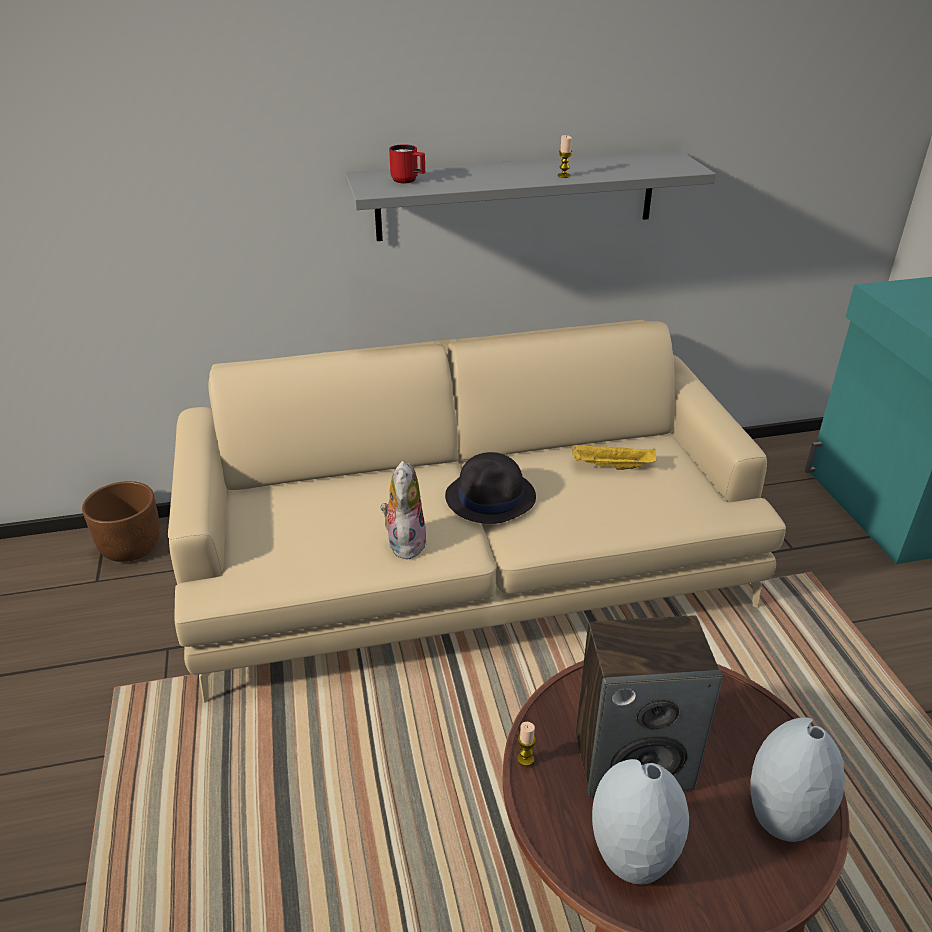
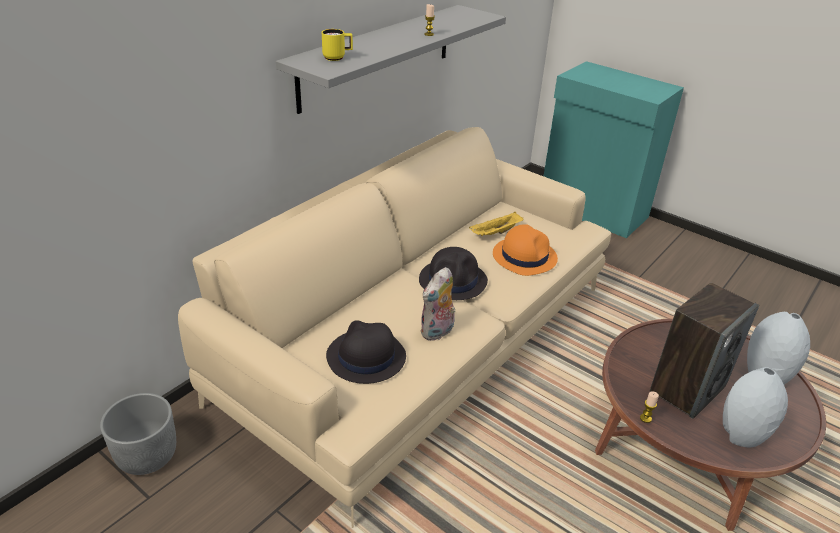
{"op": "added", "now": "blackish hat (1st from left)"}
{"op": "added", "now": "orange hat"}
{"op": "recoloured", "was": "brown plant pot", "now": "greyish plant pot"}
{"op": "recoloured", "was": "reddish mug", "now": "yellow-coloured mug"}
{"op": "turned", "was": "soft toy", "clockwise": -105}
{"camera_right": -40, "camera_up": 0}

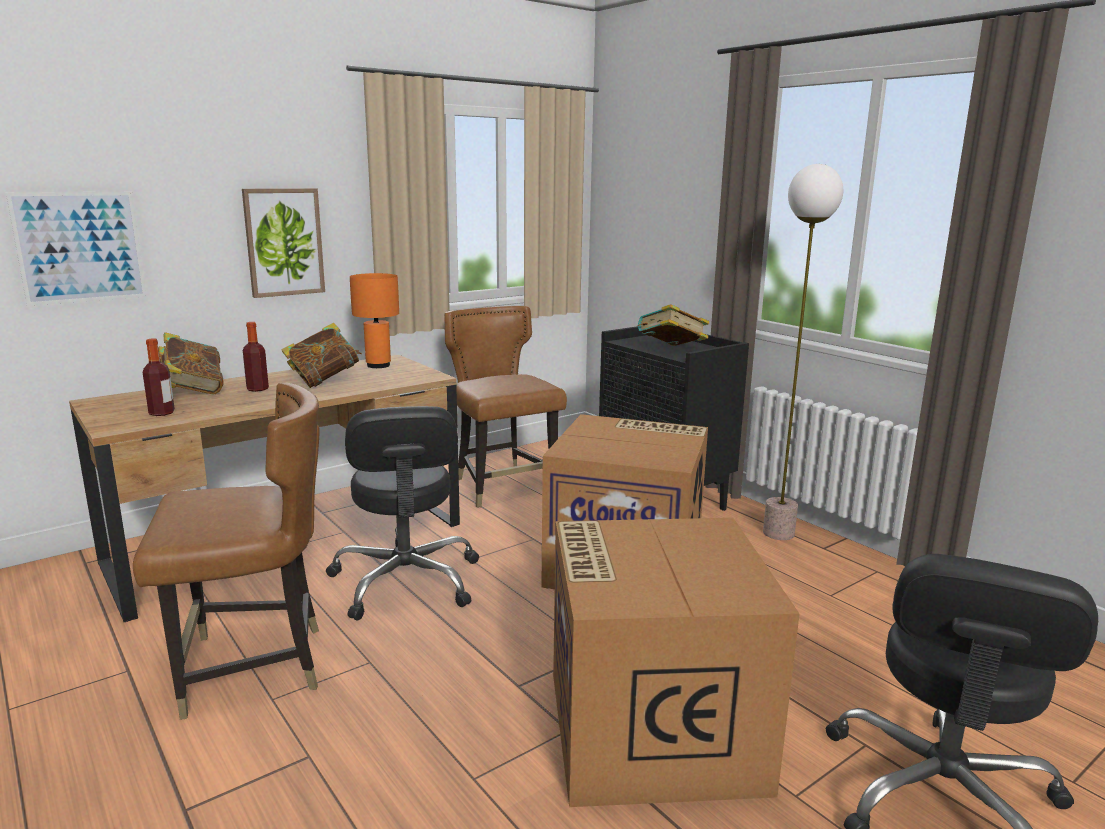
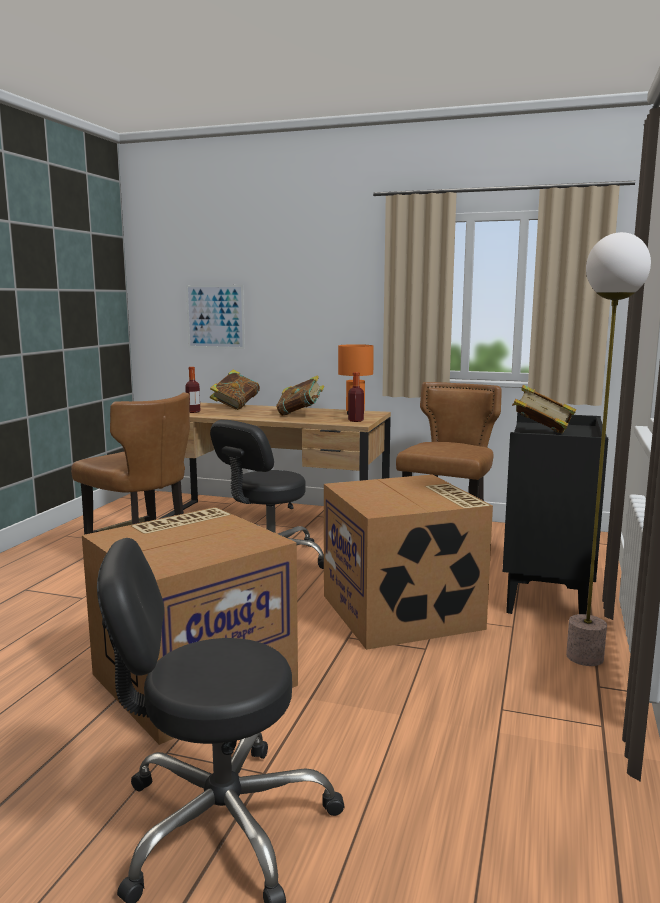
{"op": "removed", "was": "picture (2nd from left)"}
{"op": "moved", "was": "drink bottle (2nd from left)"}
{"camera_right": 55, "camera_up": -5}

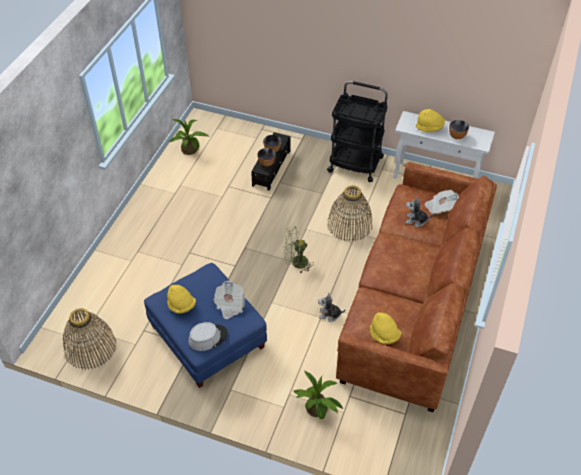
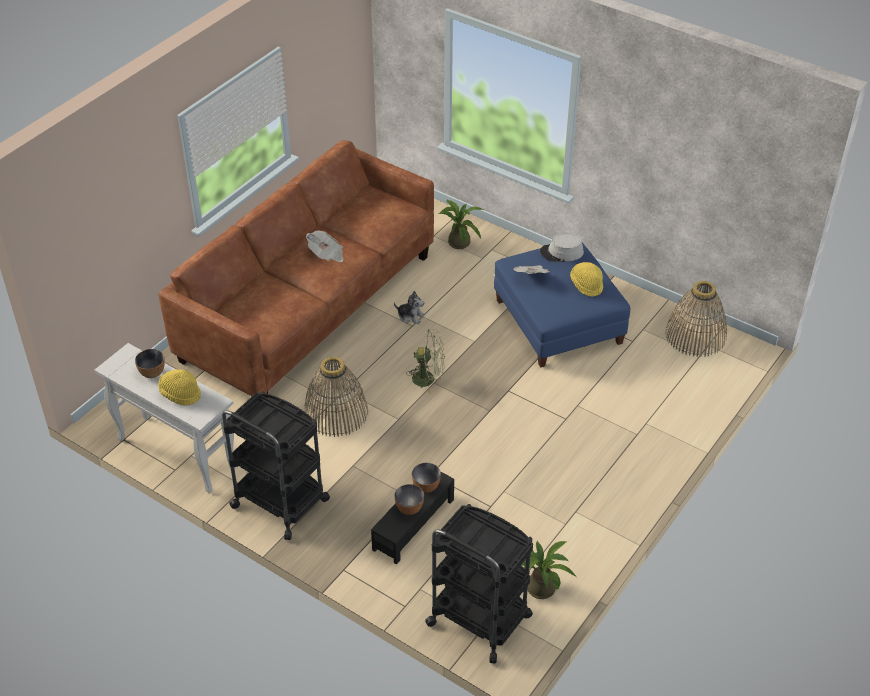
{"op": "removed", "was": "yellow-coloured hat (2nd from left)"}
{"op": "removed", "was": "soft toy (2nd from left)"}
{"op": "added", "now": "blackish wheeled cart (2nd from left)"}
{"op": "moved", "was": "printed paper (2nd from left in the first image)", "now": "printed paper (1st from left)"}
{"camera_right": -165, "camera_up": -5}

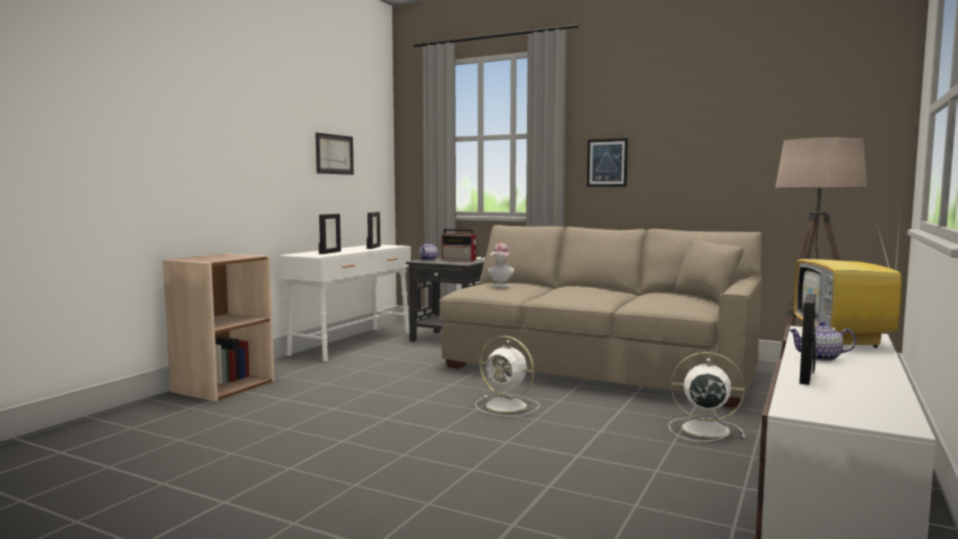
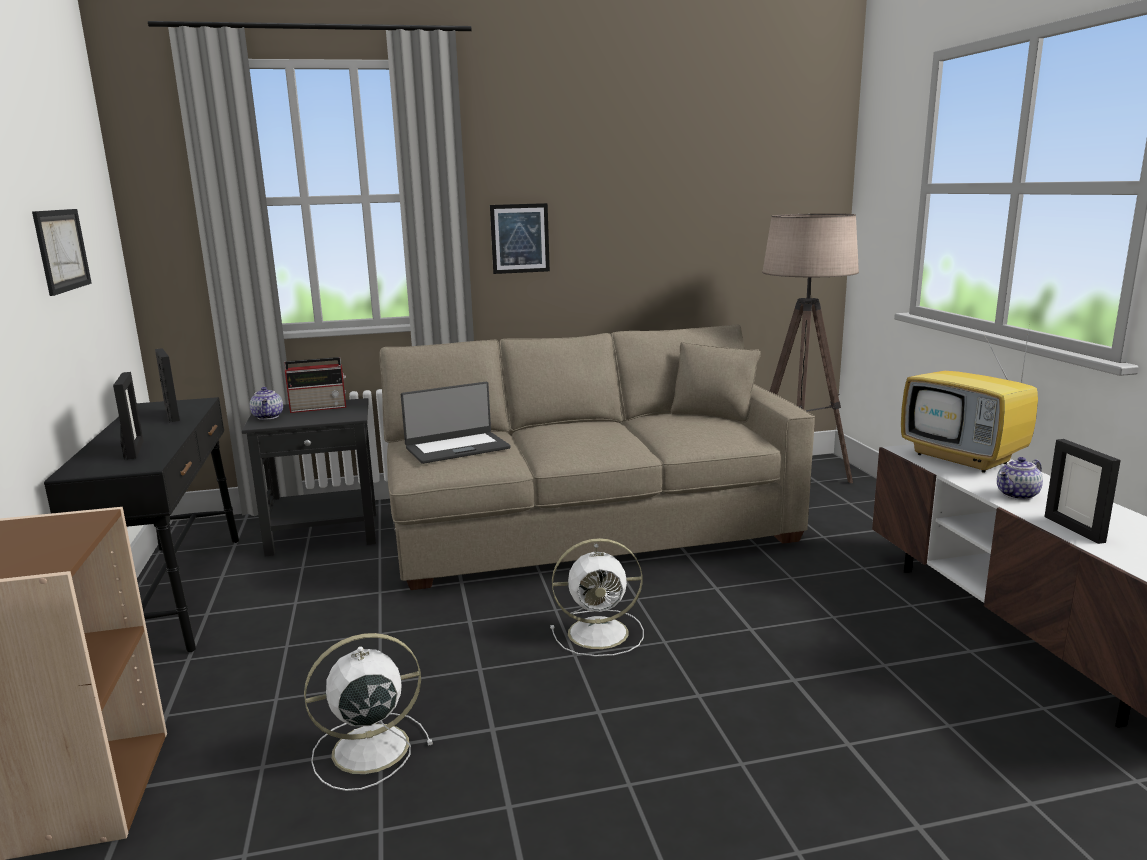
{"op": "moved", "was": "white electric fan (2nd from left in the first image)", "now": "white electric fan (1st from left)"}
{"op": "replaced", "was": "hat", "now": "portable computer"}
{"op": "recoloured", "was": "white narrow table", "now": "blackish narrow table"}
{"camera_right": -40, "camera_up": 10}

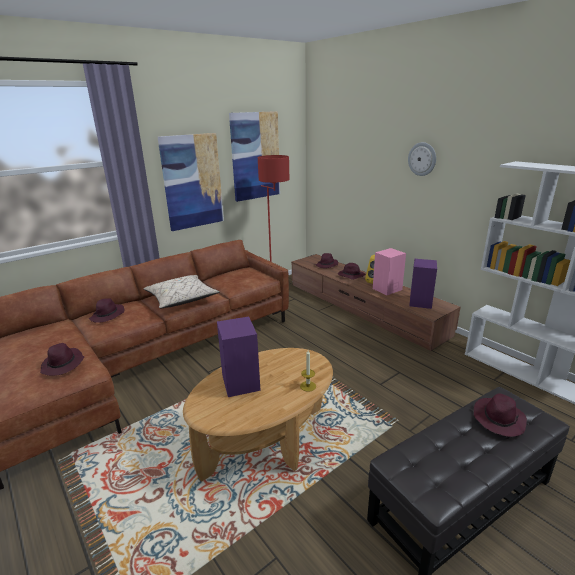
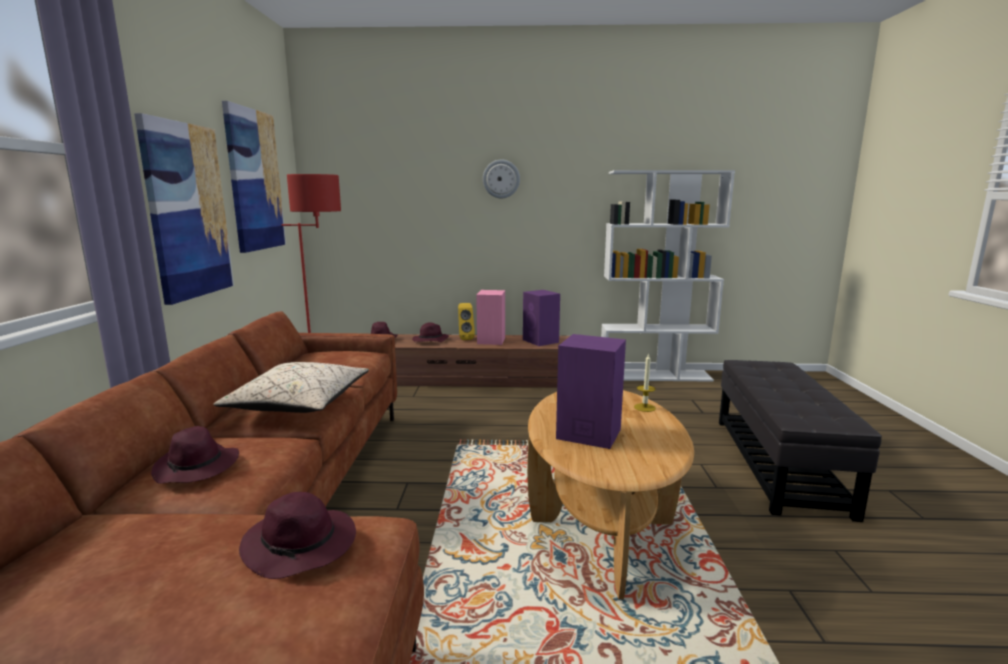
{"op": "removed", "was": "purple hat (5th from left)"}
{"camera_right": -50, "camera_up": -10}

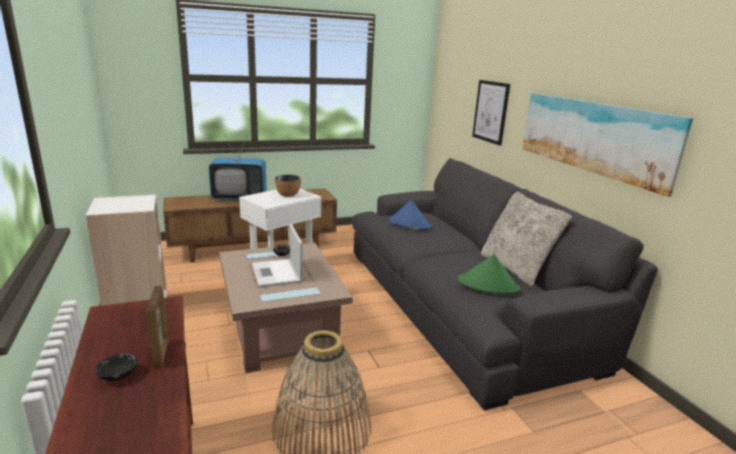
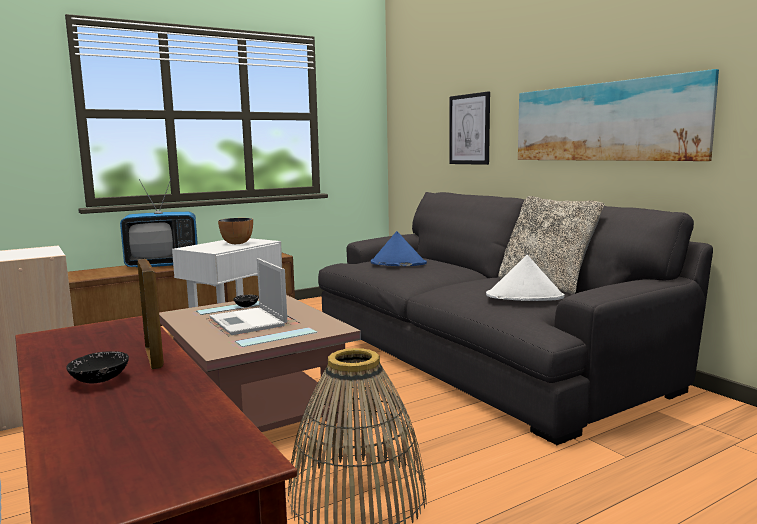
{"op": "recoloured", "was": "green hat", "now": "white hat"}
{"camera_right": -10, "camera_up": -10}

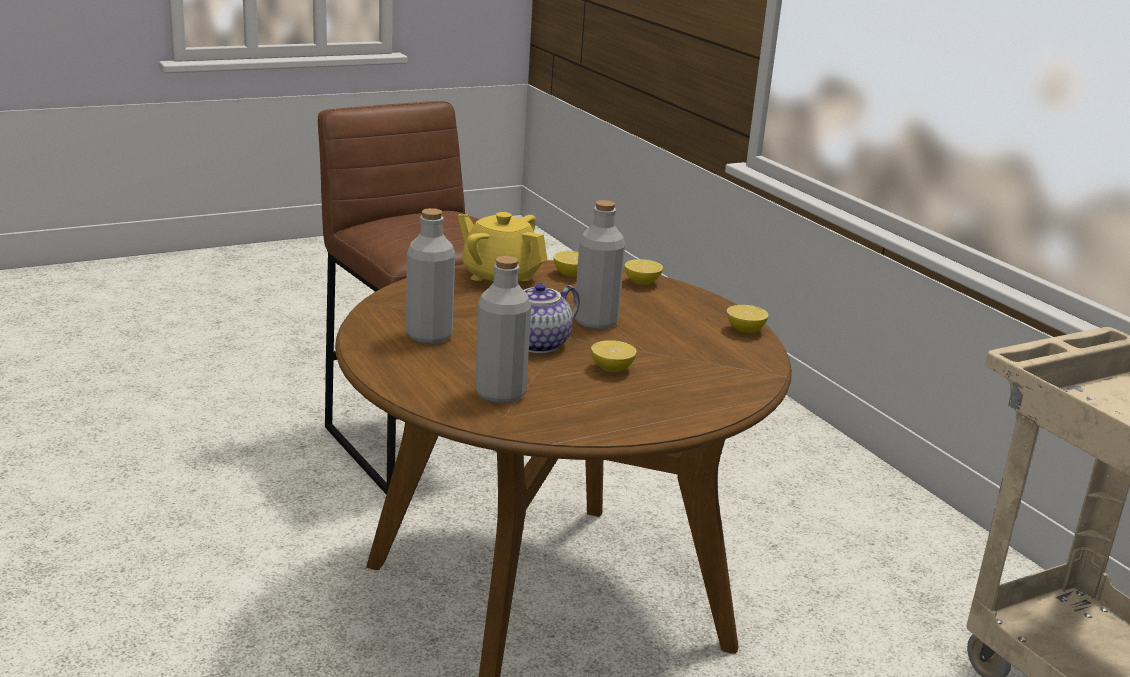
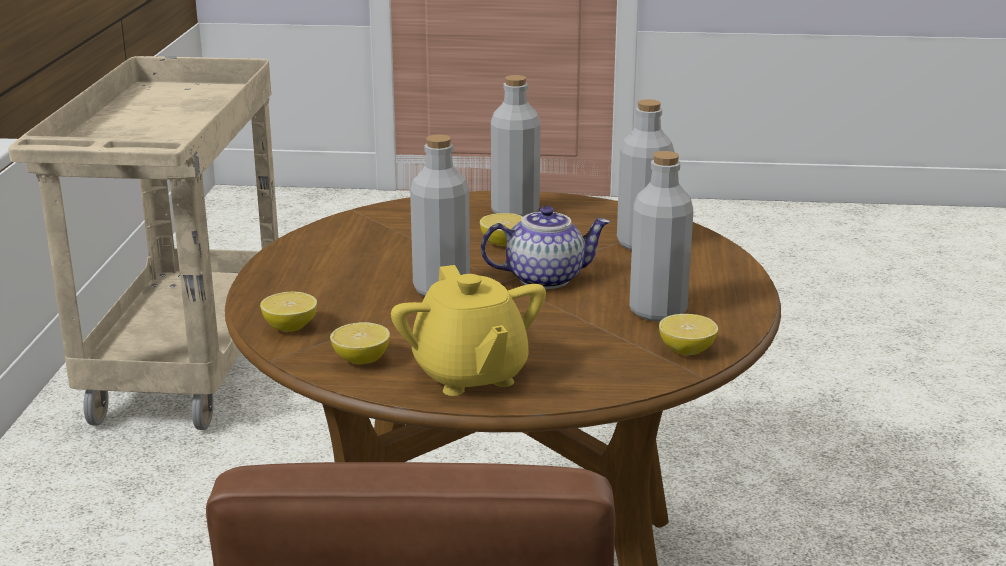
{"op": "added", "now": "greyish drink bottle (2nd from left)"}
{"op": "moved", "was": "citrus fruit (4th from left)"}
{"camera_right": -145, "camera_up": 0}

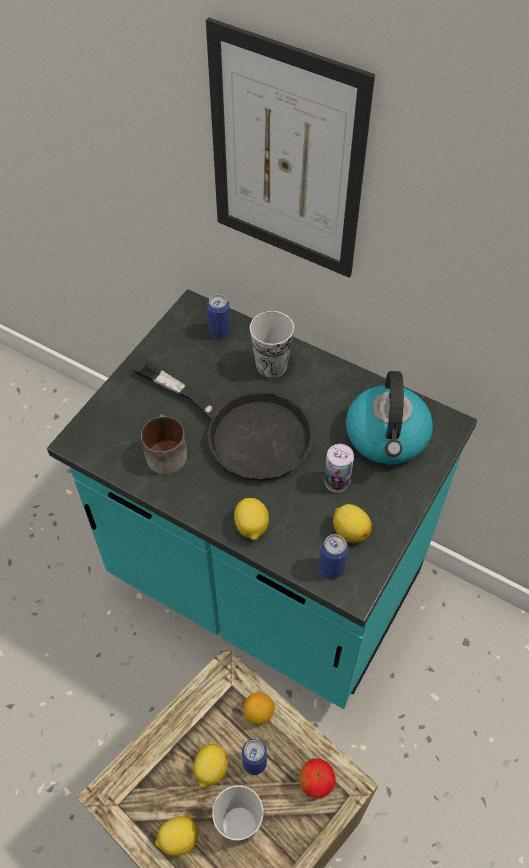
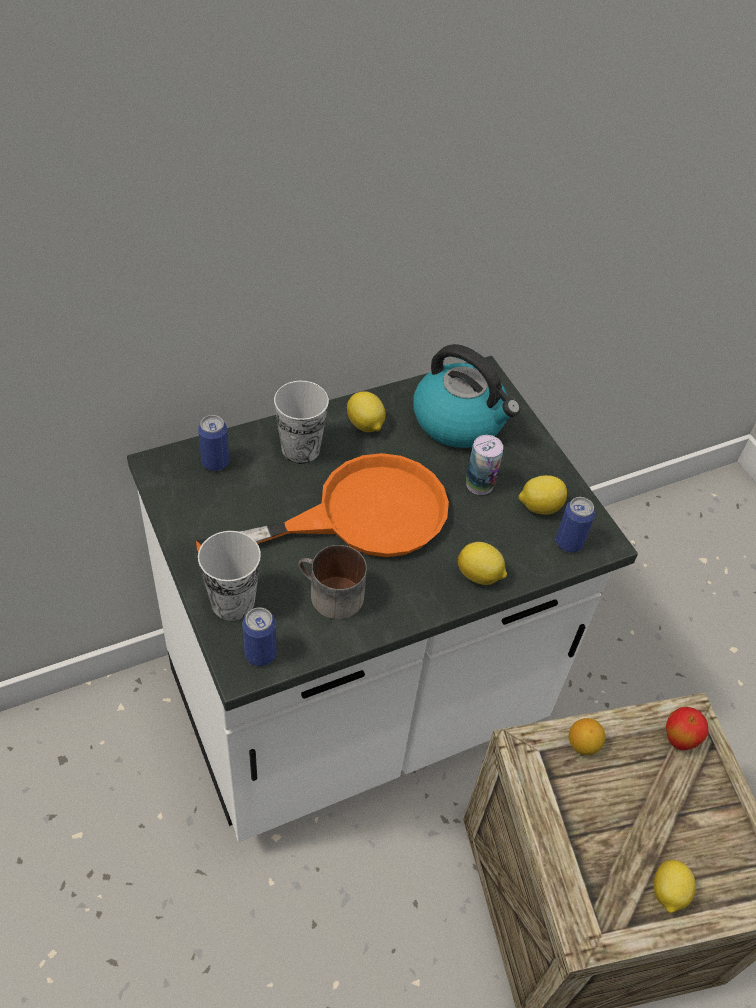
{"op": "removed", "was": "picture"}
{"op": "moved", "was": "citrus fruit (2nd from left in the first image)", "now": "citrus fruit (1st from left)"}
{"op": "moved", "was": "cup (1st from left)"}
{"op": "moved", "was": "can (2nd from left)"}
{"op": "recoloured", "was": "turquoise kitchen counter", "now": "white kitchen counter"}
{"op": "recoloured", "was": "blackish pan", "now": "orange pan"}
{"camera_right": -60, "camera_up": -5}

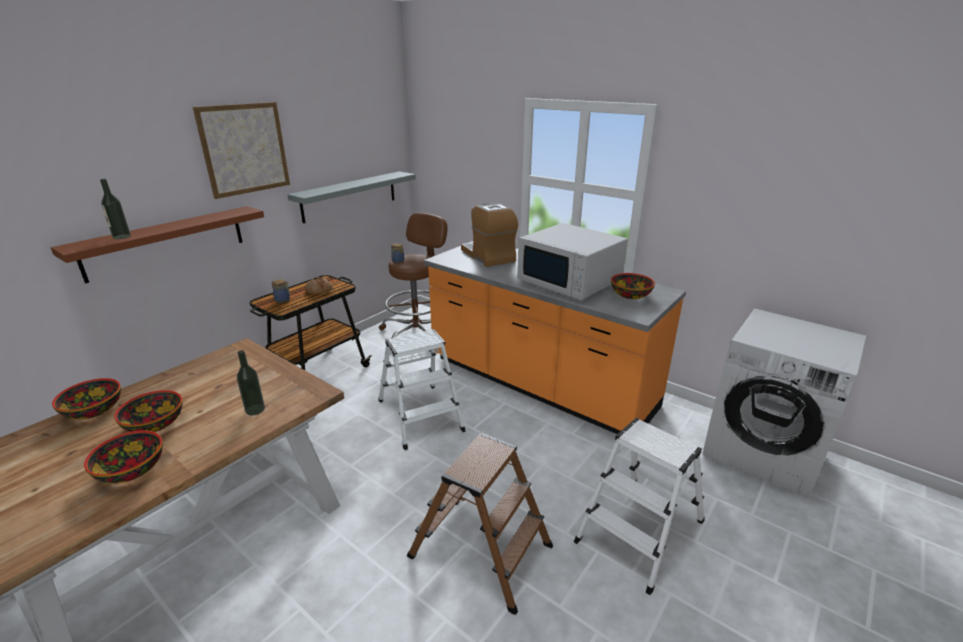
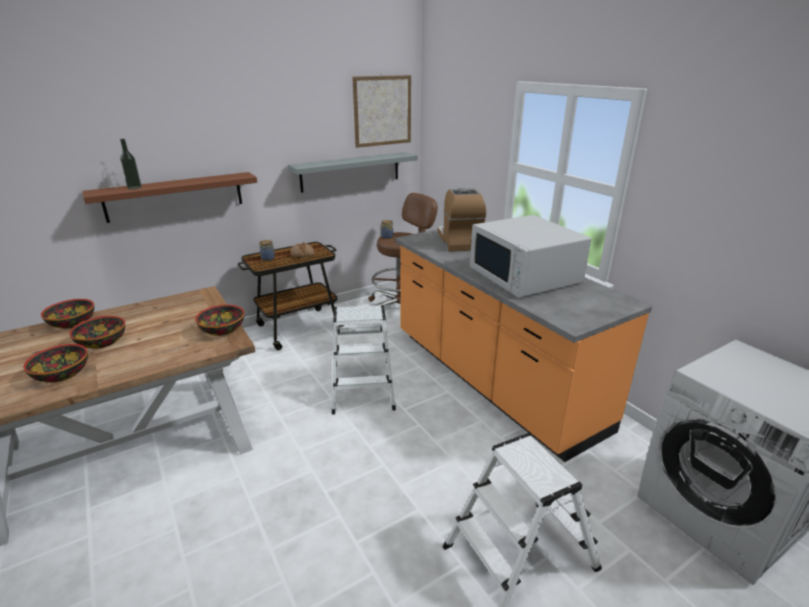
{"op": "removed", "was": "drink bottle (2nd from left)"}
{"op": "removed", "was": "brown step stool"}
{"op": "moved", "was": "picture"}
{"op": "moved", "was": "bowl (4th from left)"}
{"camera_right": 20, "camera_up": 0}

